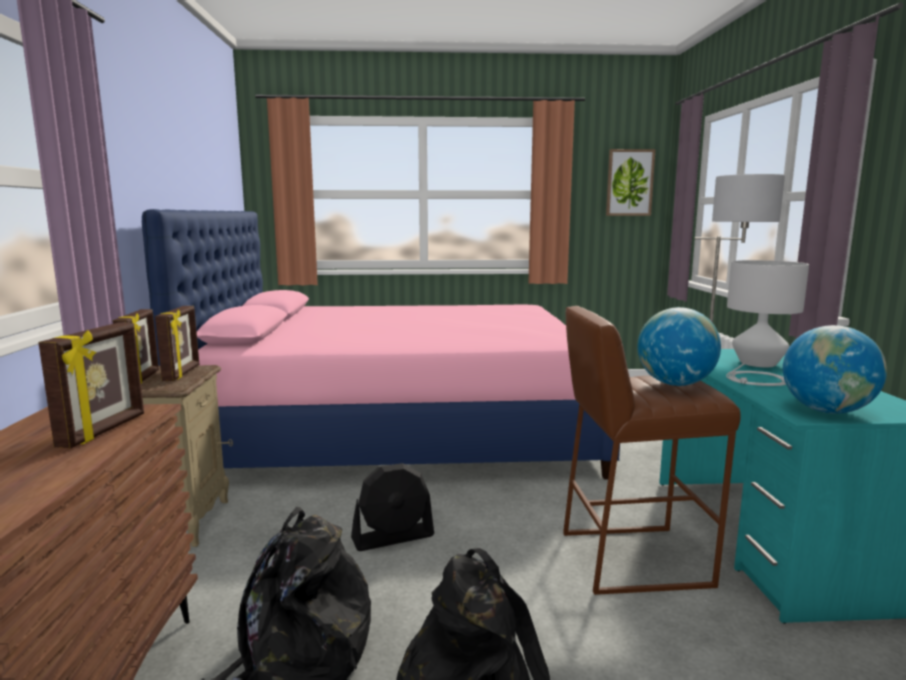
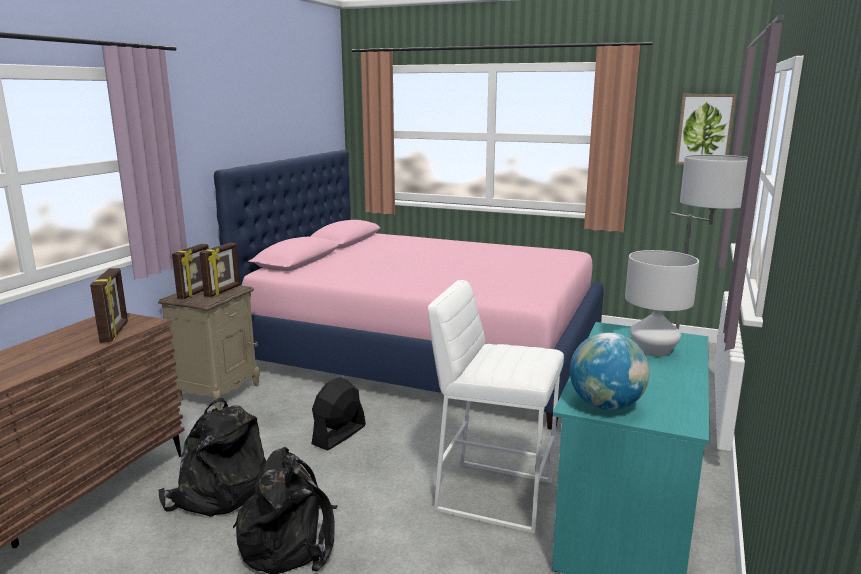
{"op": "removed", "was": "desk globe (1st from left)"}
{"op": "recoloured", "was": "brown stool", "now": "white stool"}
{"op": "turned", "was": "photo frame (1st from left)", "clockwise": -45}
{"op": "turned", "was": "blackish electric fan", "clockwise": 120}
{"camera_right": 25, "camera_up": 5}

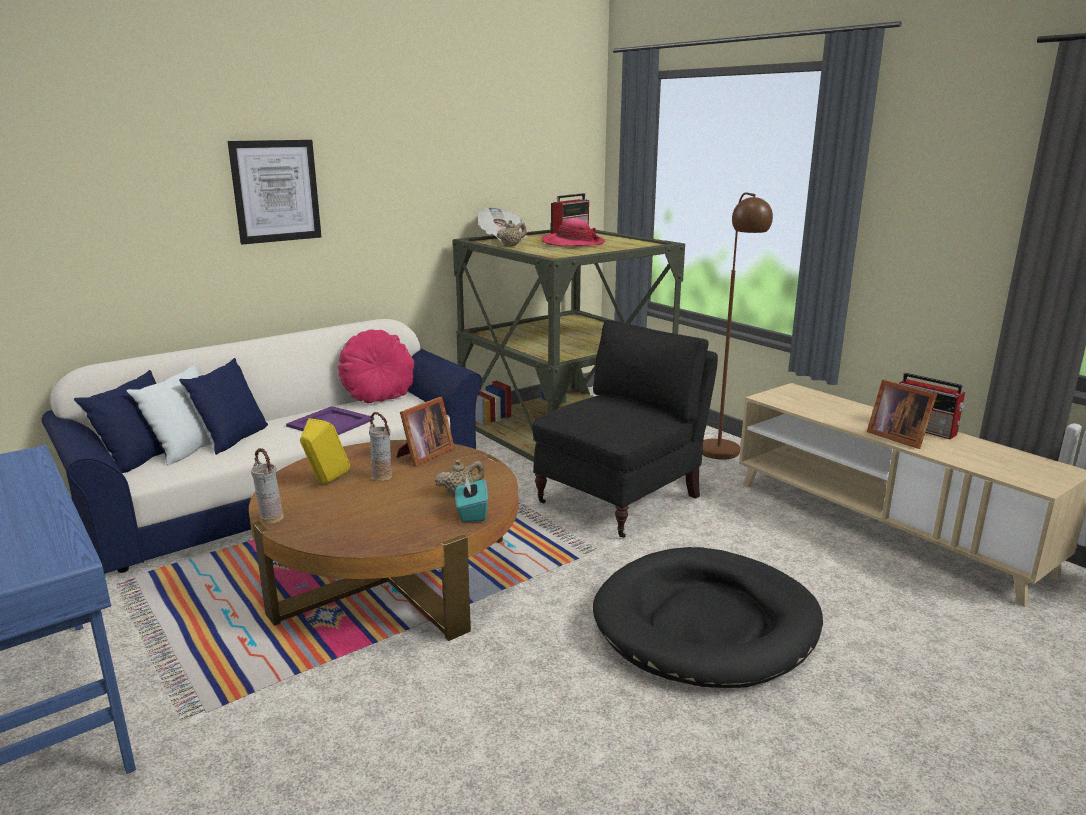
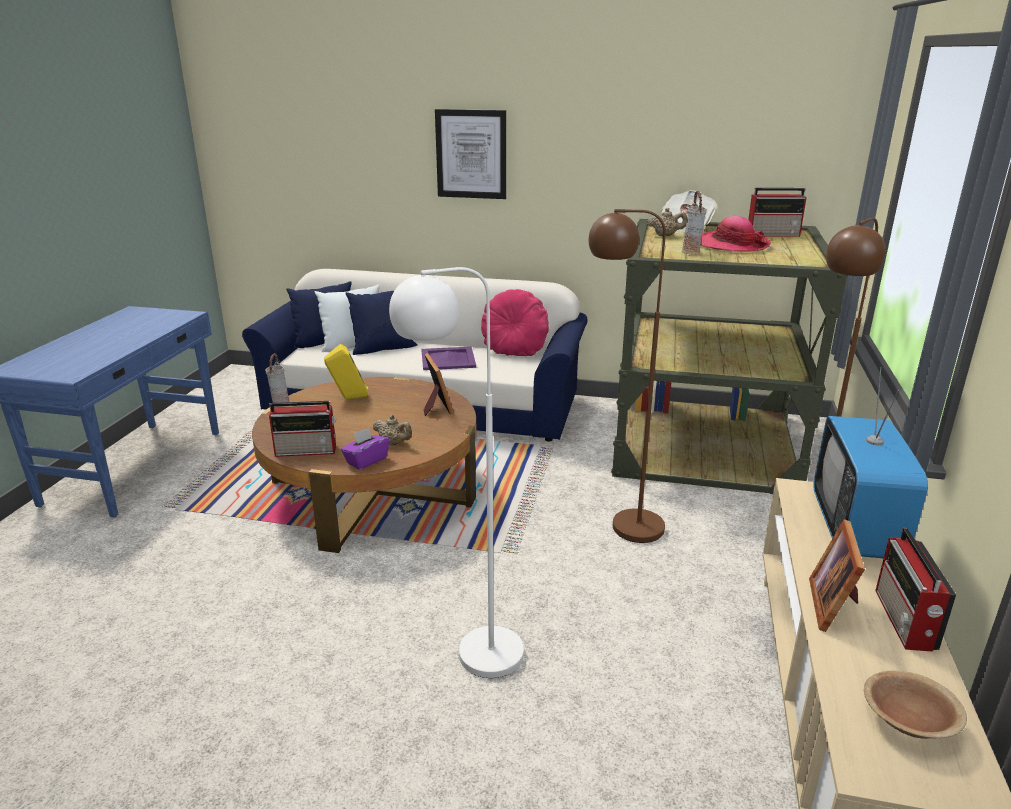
{"op": "added", "now": "radio set (1st from left)"}
{"op": "added", "now": "television"}
{"op": "added", "now": "brown bowl"}
{"op": "moved", "was": "vase (2nd from left)"}
{"op": "replaced", "was": "blackish armchair", "now": "brown standard lamp (1st from left)"}
{"op": "replaced", "was": "blackish pet bed", "now": "white standard lamp"}
{"op": "recoloured", "was": "turquoise tissue box", "now": "purple tissue box"}
{"op": "turned", "was": "photo frame (1st from left)", "clockwise": -105}
{"camera_right": 50, "camera_up": 5}

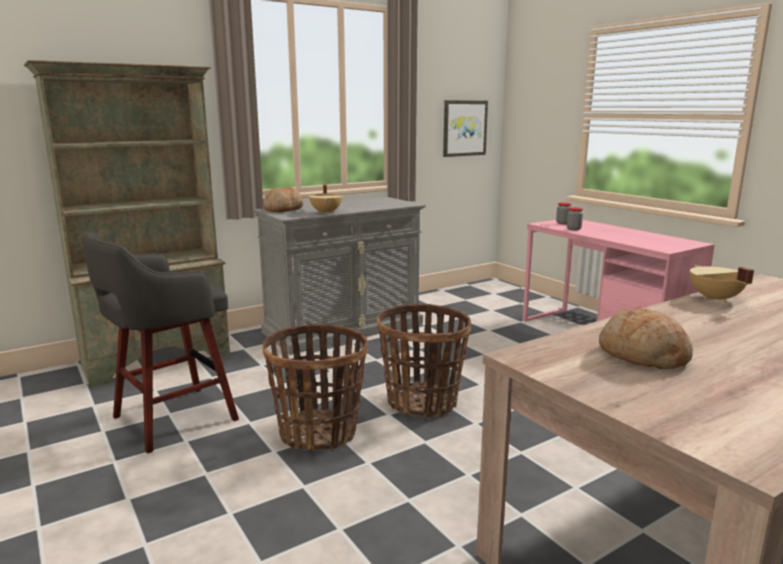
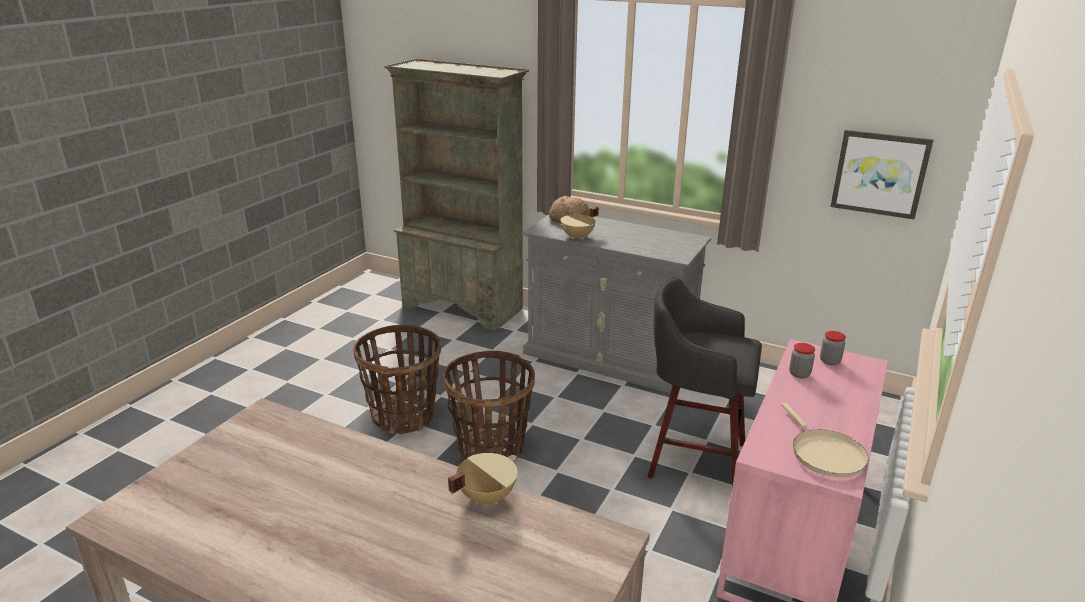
{"op": "removed", "was": "bakery bread (2nd from left)"}
{"op": "added", "now": "beige pan"}
{"op": "moved", "was": "greyish stool"}
{"camera_right": 60, "camera_up": 10}

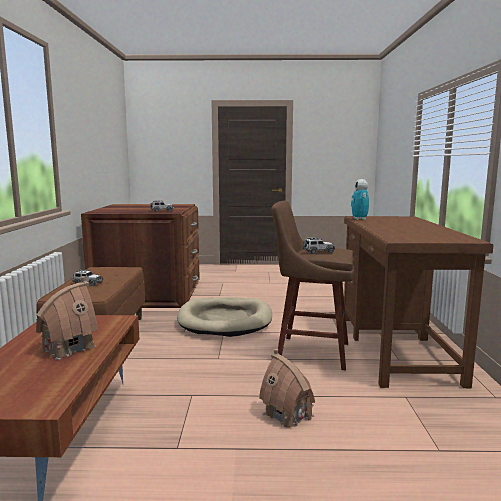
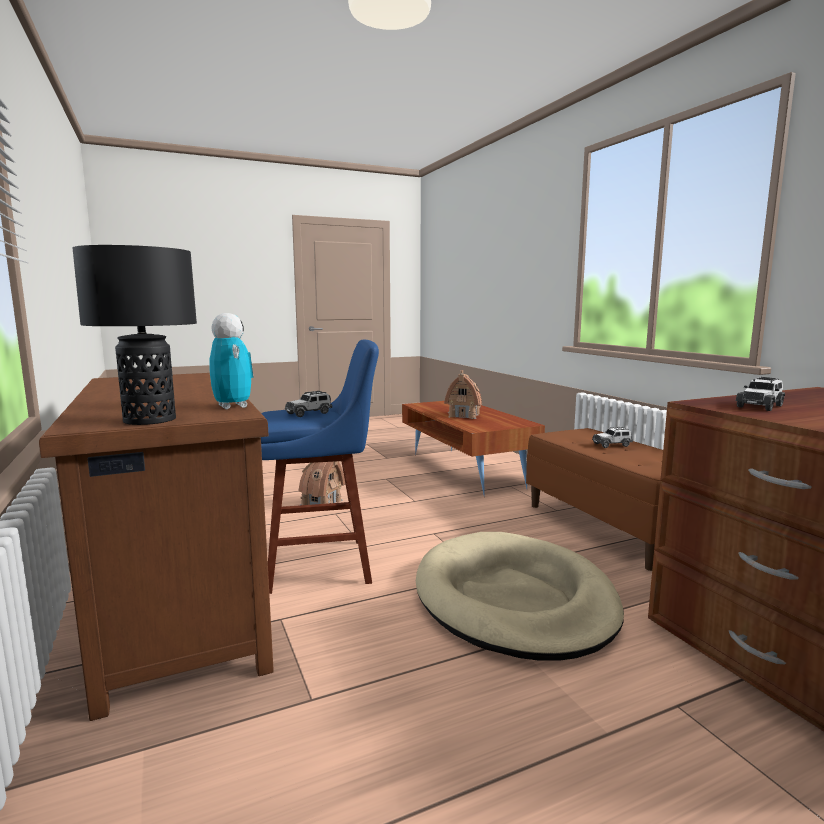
{"op": "added", "now": "blackish table lamp"}
{"op": "recoloured", "was": "brown stool", "now": "blue stool"}
{"camera_right": 155, "camera_up": 0}

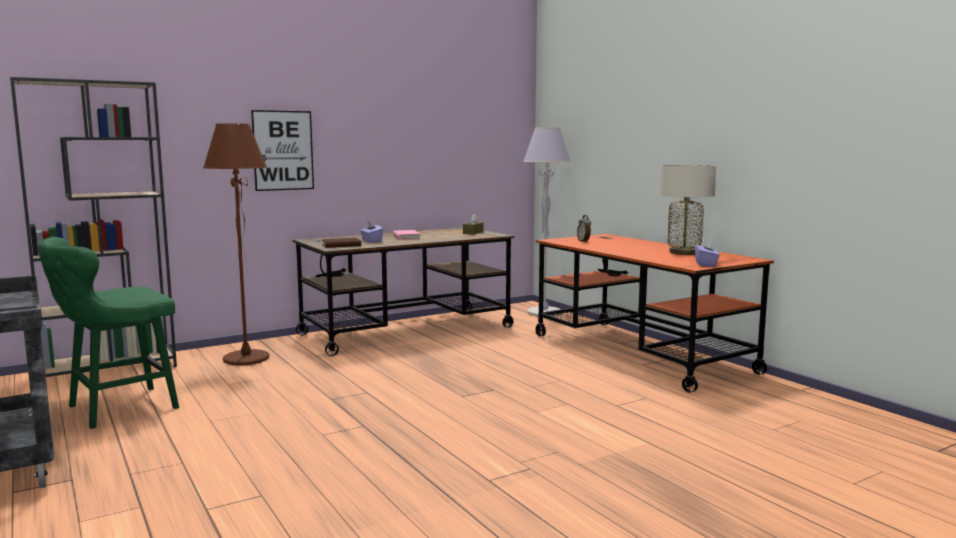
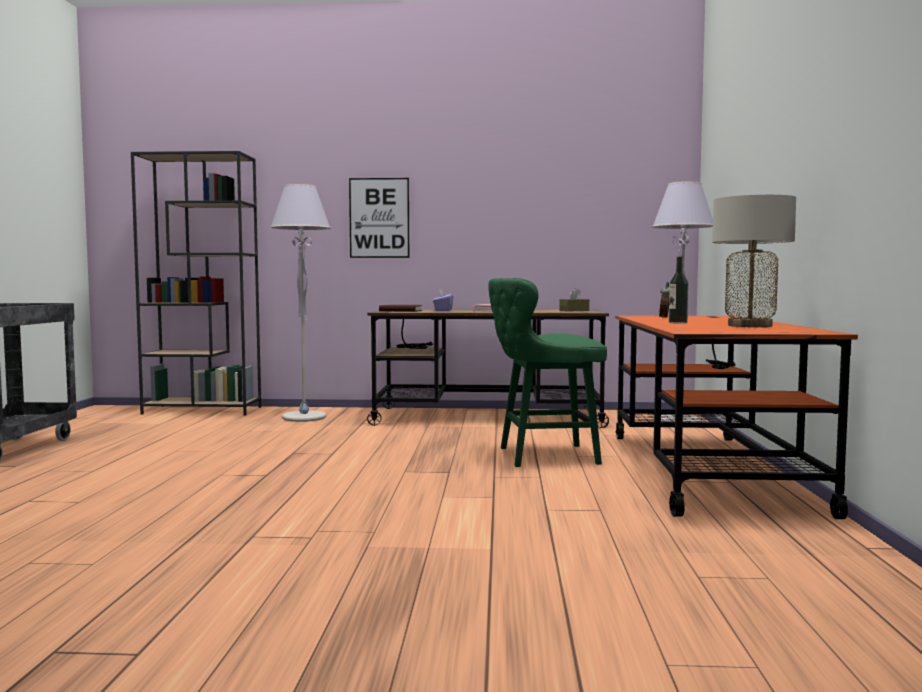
{"op": "removed", "was": "purple tissue box (2nd from left)"}
{"op": "added", "now": "drink bottle"}
{"op": "moved", "was": "green stool"}
{"op": "recoloured", "was": "brown standard lamp", "now": "greyish standard lamp (1st from left)"}
{"camera_right": 35, "camera_up": -5}

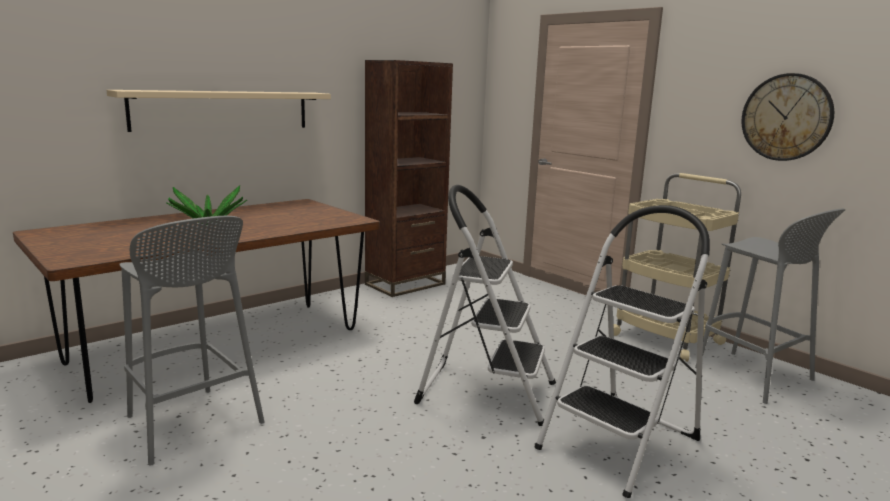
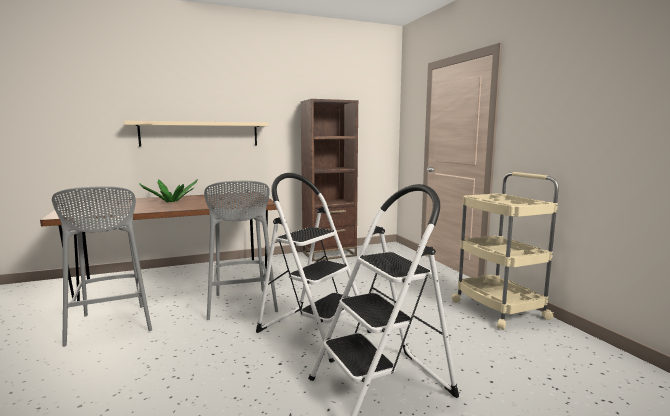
{"op": "removed", "was": "hanging clock"}
{"op": "moved", "was": "greyish stool (2nd from left)"}
{"camera_right": 20, "camera_up": -5}

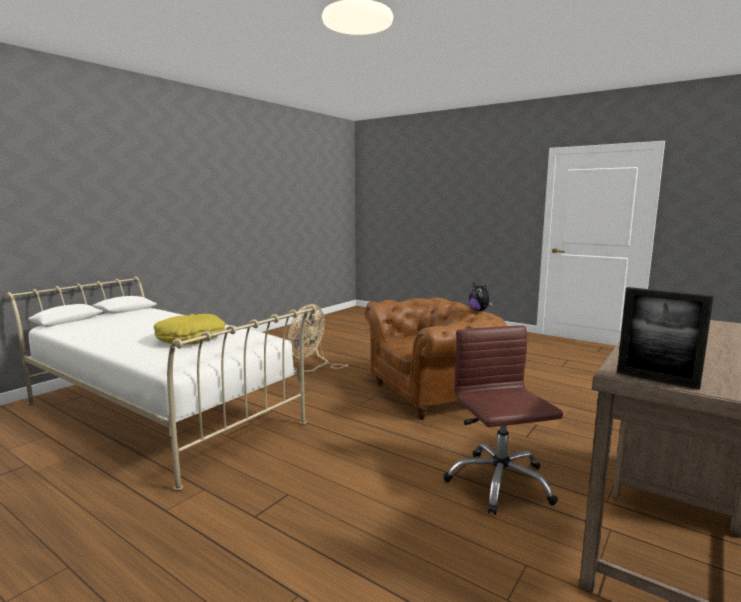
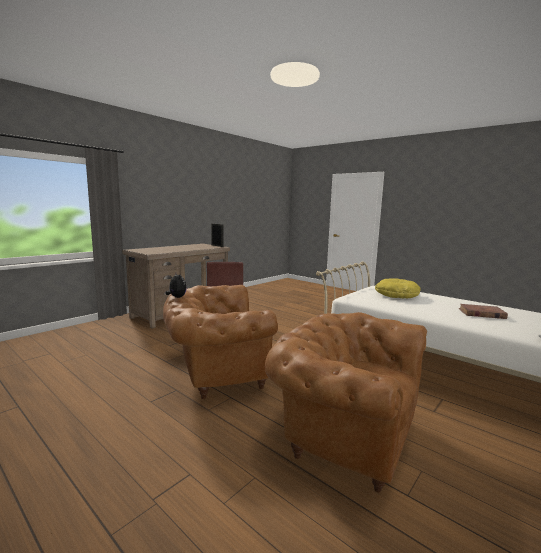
{"op": "added", "now": "brown volume"}
{"op": "replaced", "was": "beige electric fan", "now": "brown armchair (2nd from left)"}
{"camera_right": -175, "camera_up": 0}

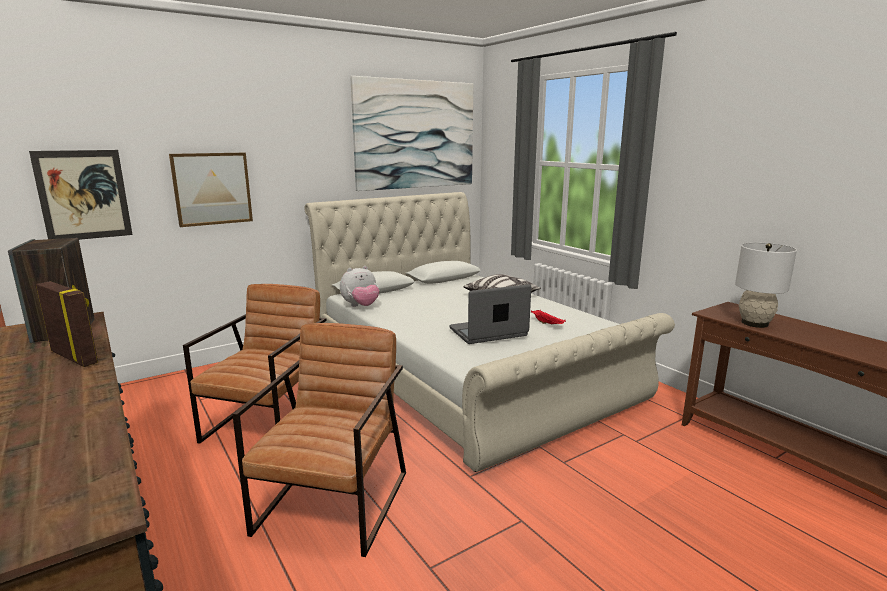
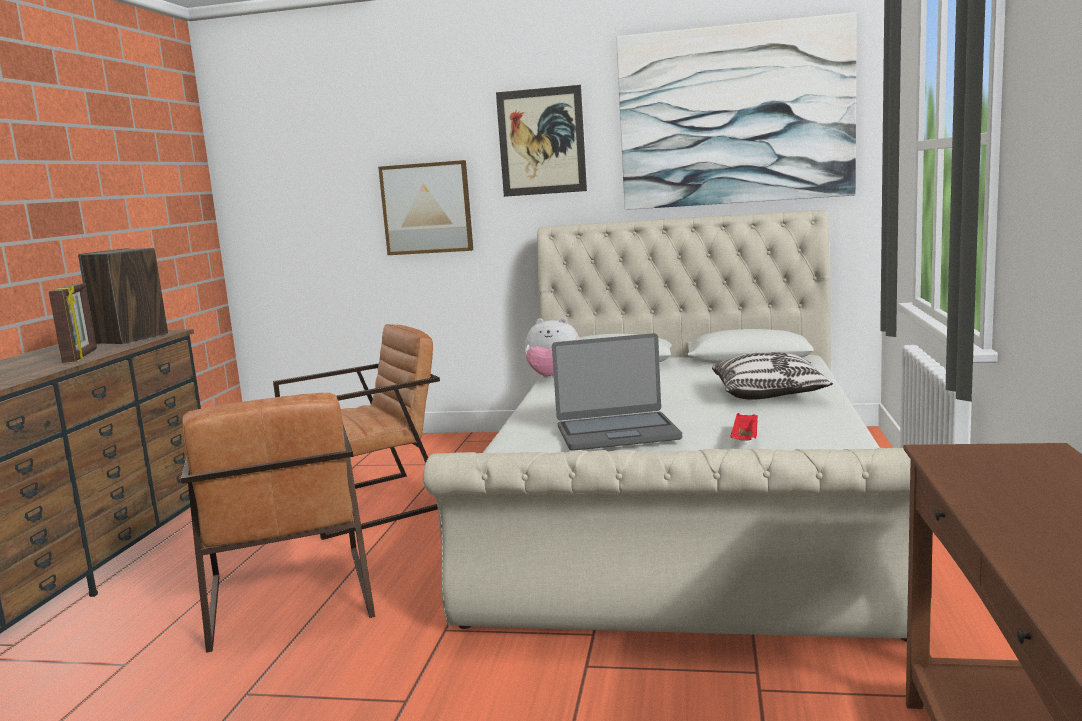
{"op": "removed", "was": "white table lamp"}
{"op": "moved", "was": "picture (1st from left in the first image)", "now": "picture (2nd from left)"}
{"op": "turned", "was": "brown armchair (2nd from left in the first image)", "clockwise": 105}
{"op": "turned", "was": "portable computer", "clockwise": 150}
{"camera_right": 45, "camera_up": -5}

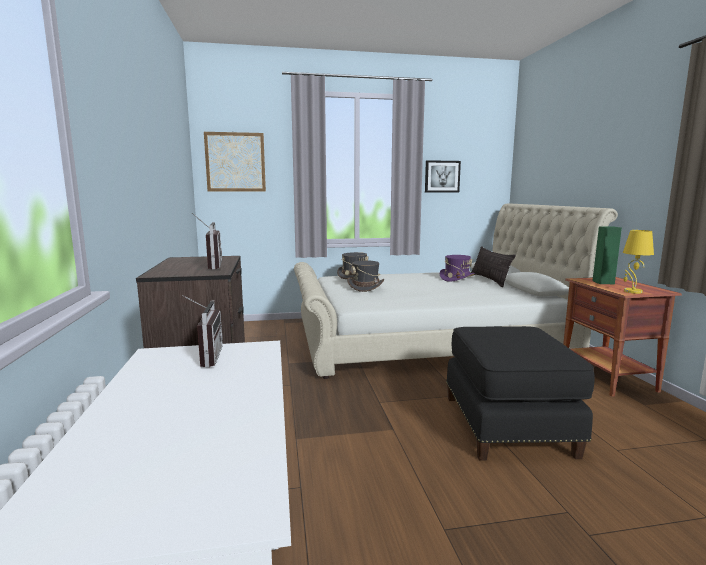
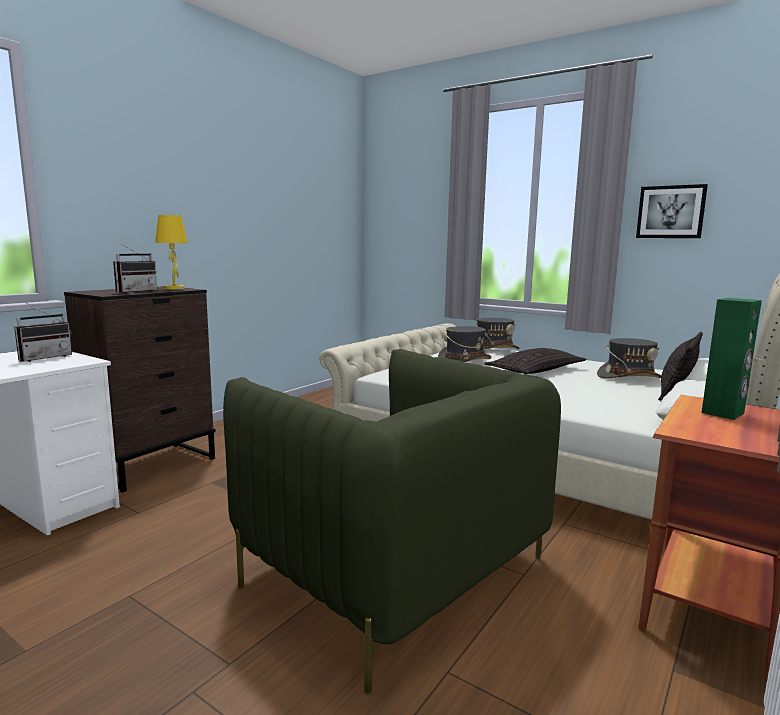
{"op": "removed", "was": "picture (1st from left)"}
{"op": "added", "now": "cushion (1st from left)"}
{"op": "moved", "was": "yellow-coloured table lamp"}
{"op": "replaced", "was": "blackish pouffe", "now": "green armchair"}
{"op": "recoloured", "was": "purple hat", "now": "greyish hat (3rd from left)"}
{"camera_right": 45, "camera_up": 0}

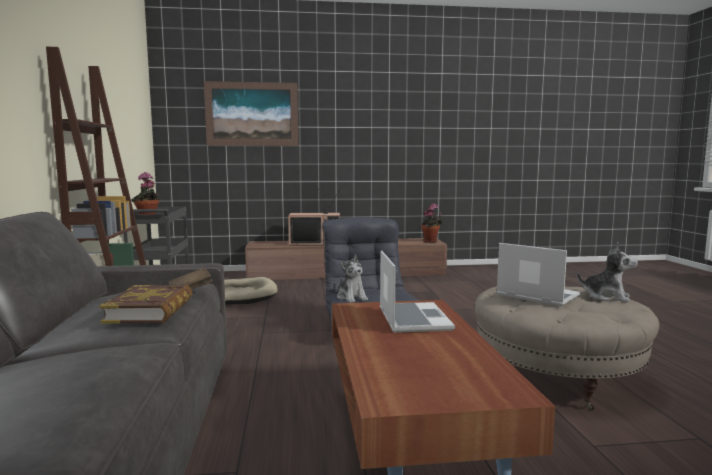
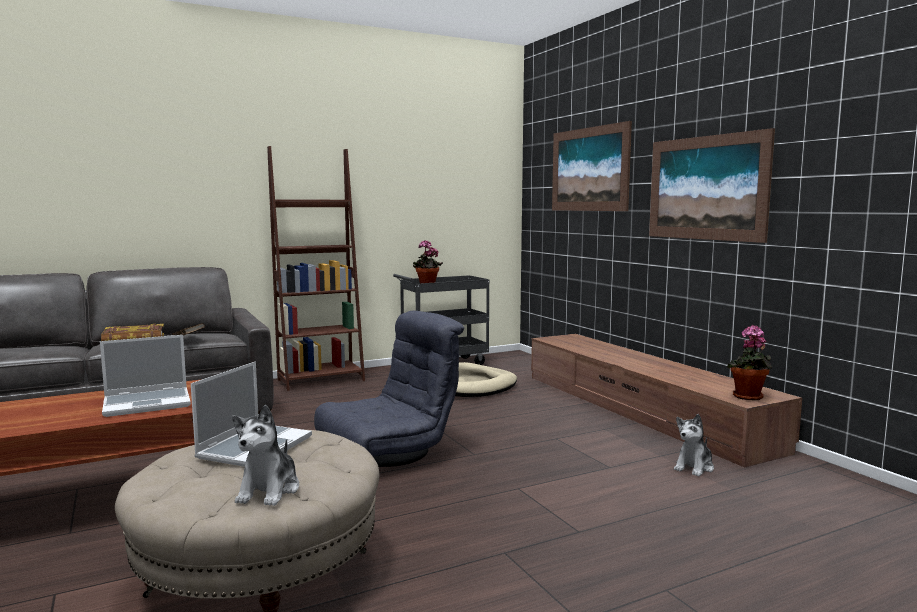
{"op": "removed", "was": "television"}
{"op": "added", "now": "picture (2nd from left)"}
{"op": "moved", "was": "soft toy (1st from left in the first image)", "now": "soft toy (2nd from left)"}
{"camera_right": 70, "camera_up": 0}

